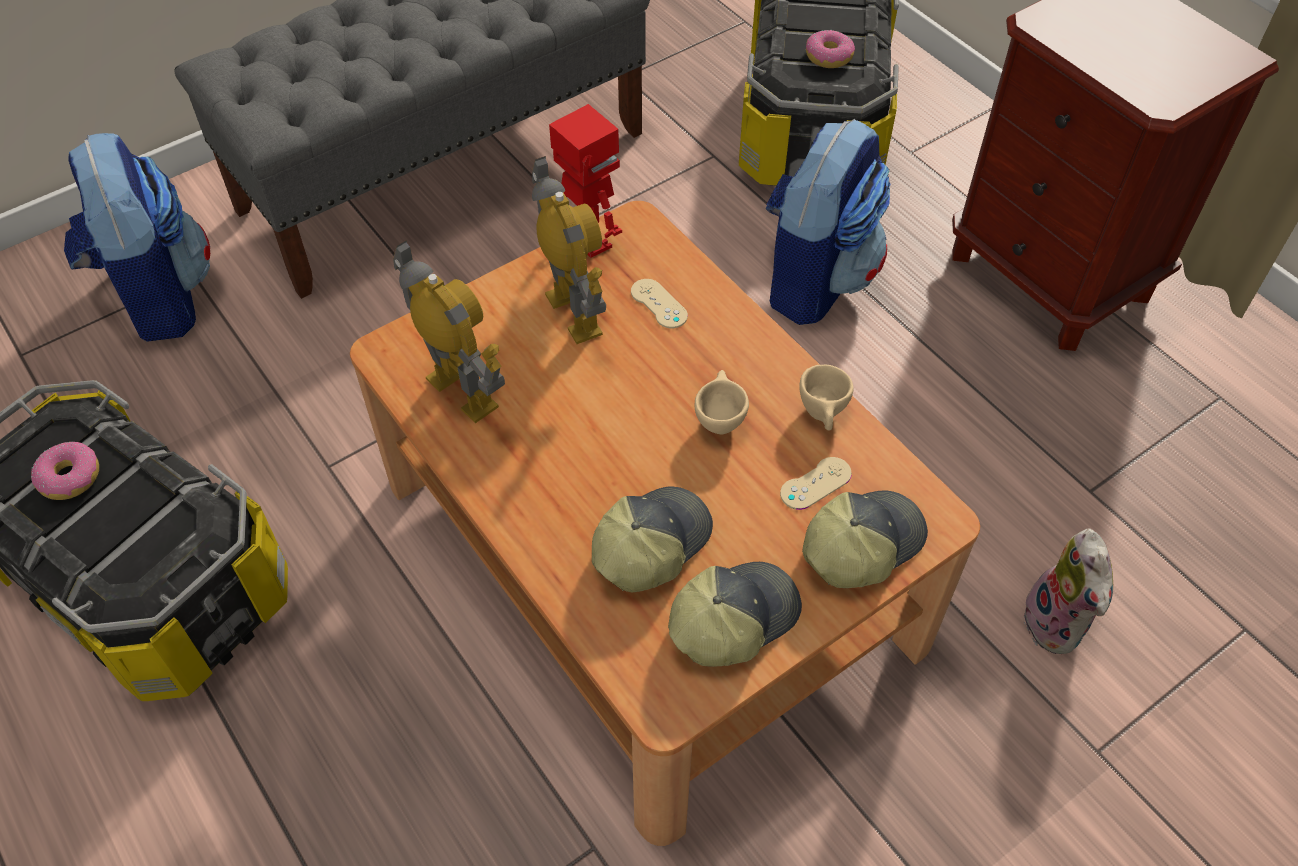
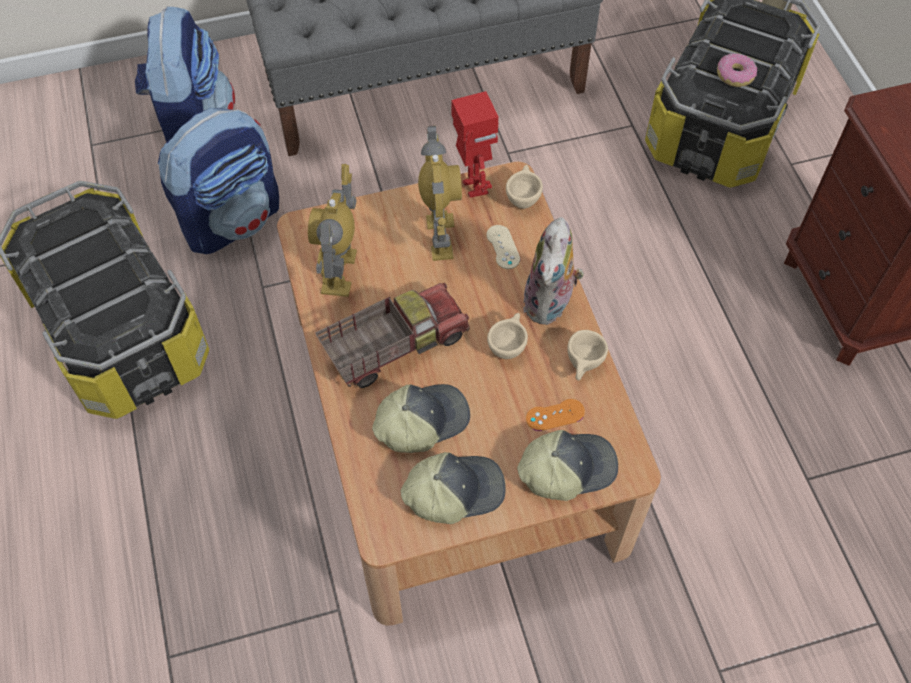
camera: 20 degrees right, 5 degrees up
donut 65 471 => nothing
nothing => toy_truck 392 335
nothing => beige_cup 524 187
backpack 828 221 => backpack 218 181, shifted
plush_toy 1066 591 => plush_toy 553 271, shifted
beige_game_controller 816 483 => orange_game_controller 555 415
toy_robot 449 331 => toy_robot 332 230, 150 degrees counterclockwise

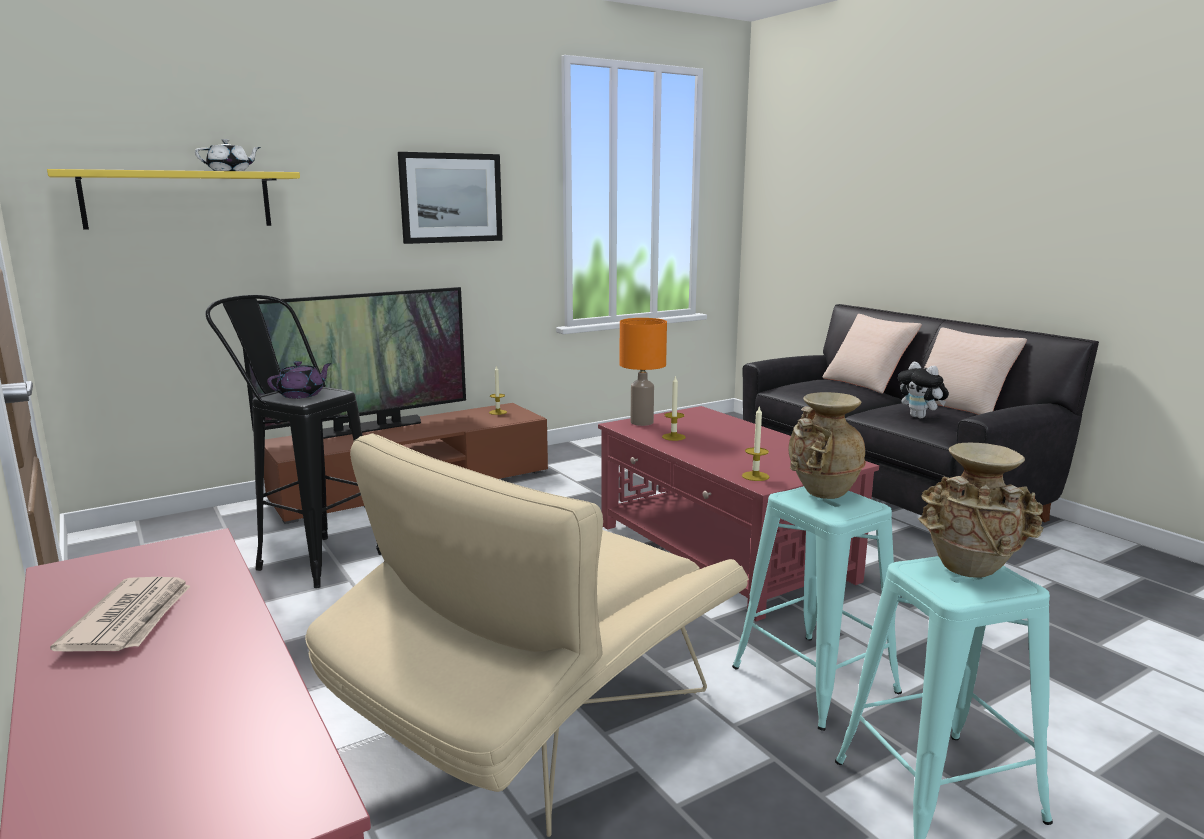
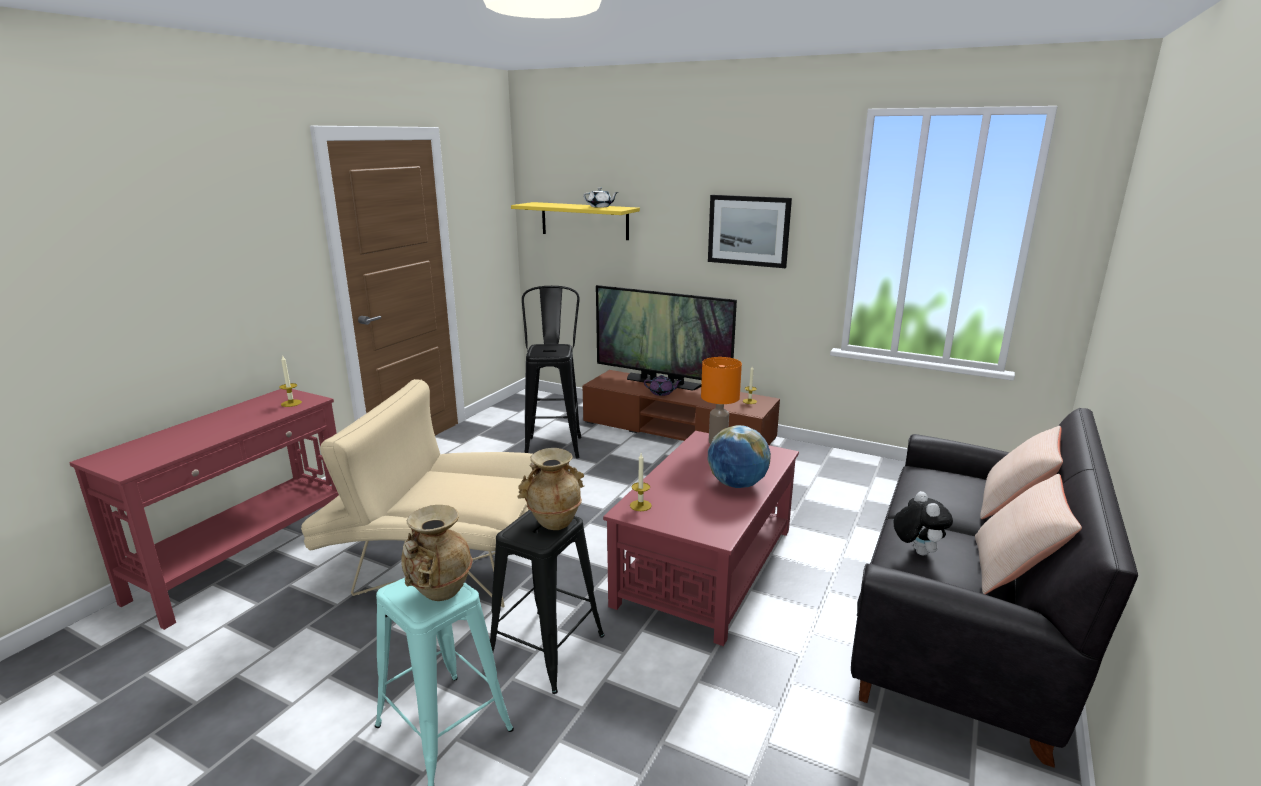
camera: 60 degrees right, 5 degrees up
newspaper 120 614 => nothing
nothing => globe 739 456
purple_teapot 299 379 => purple_teapot 663 385, shifted
candle 674 408 => candle 290 381, shifted
turquoise_stool 817 608 => black_stool 547 602
plush_toy 923 390 => plush_toy 923 523, 150 degrees clockwise

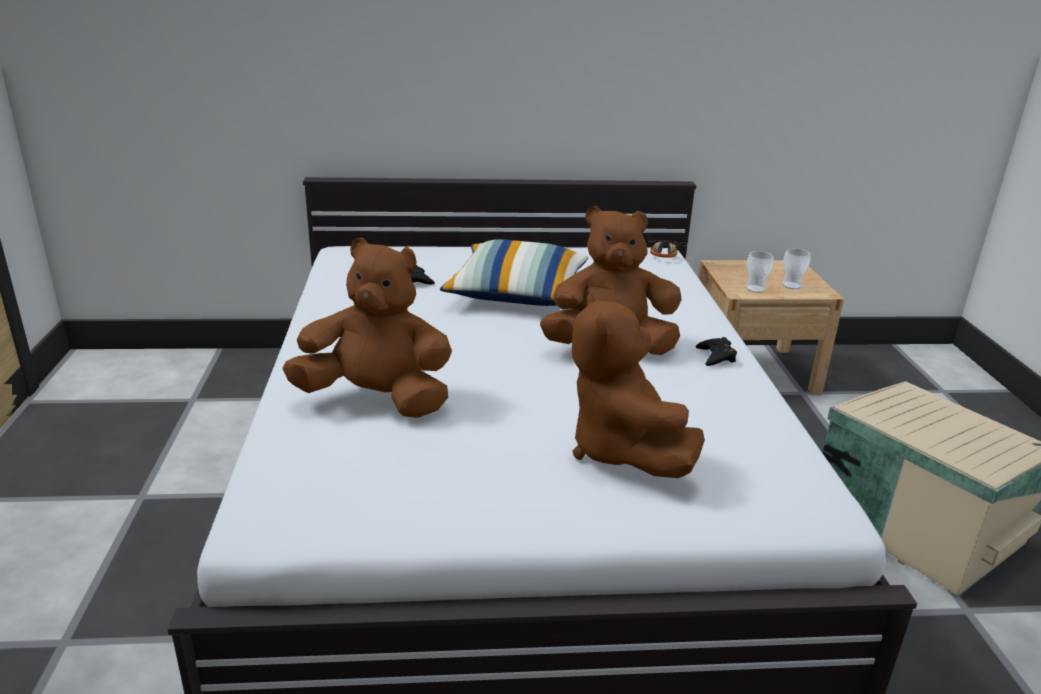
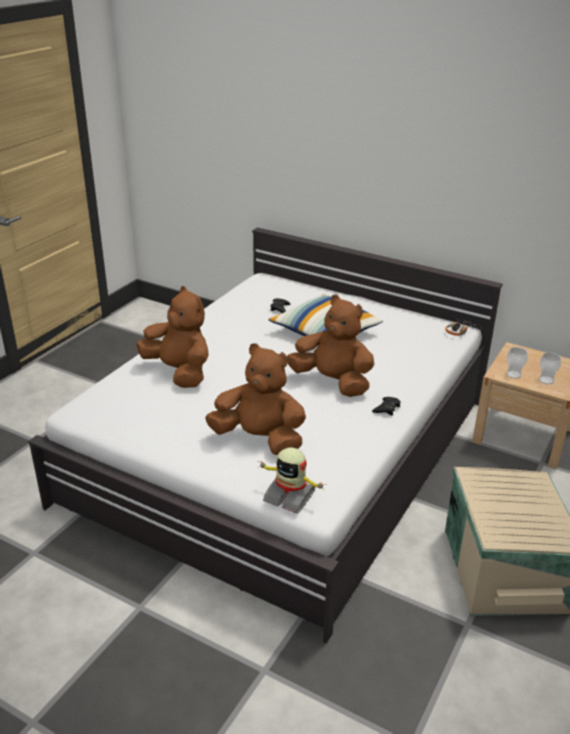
camera: 35 degrees right, 5 degrees up
nothing => toy_robot 291 480
brown_plush_toy 638 384 => brown_plush_toy 255 399, 90 degrees clockwise

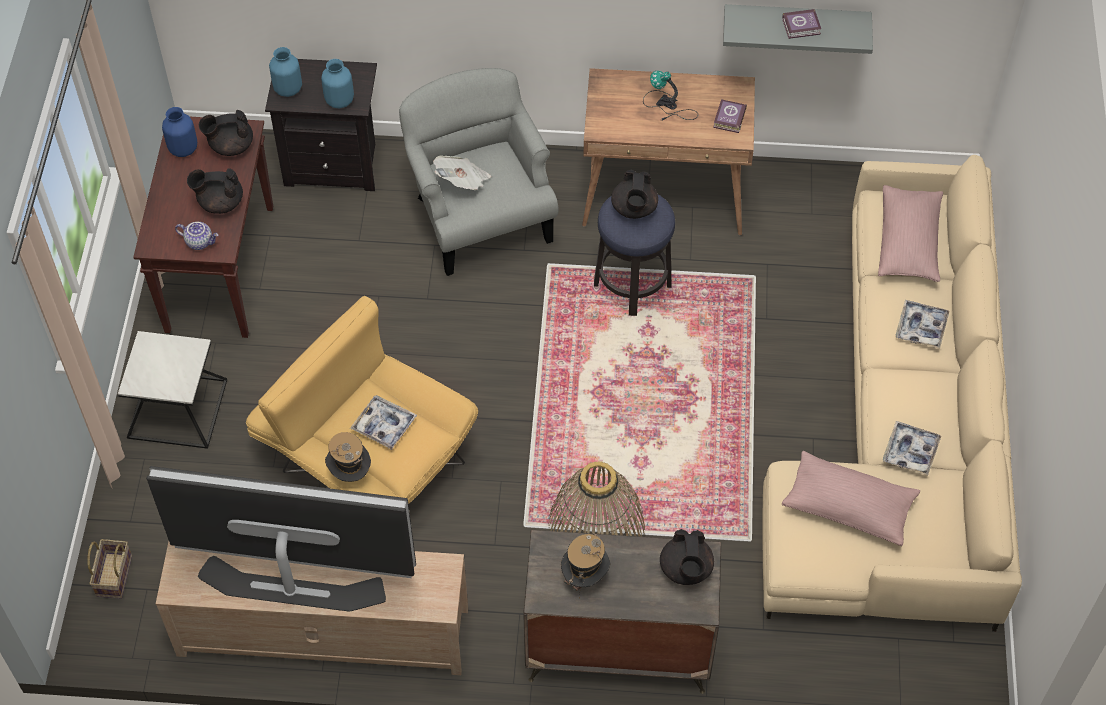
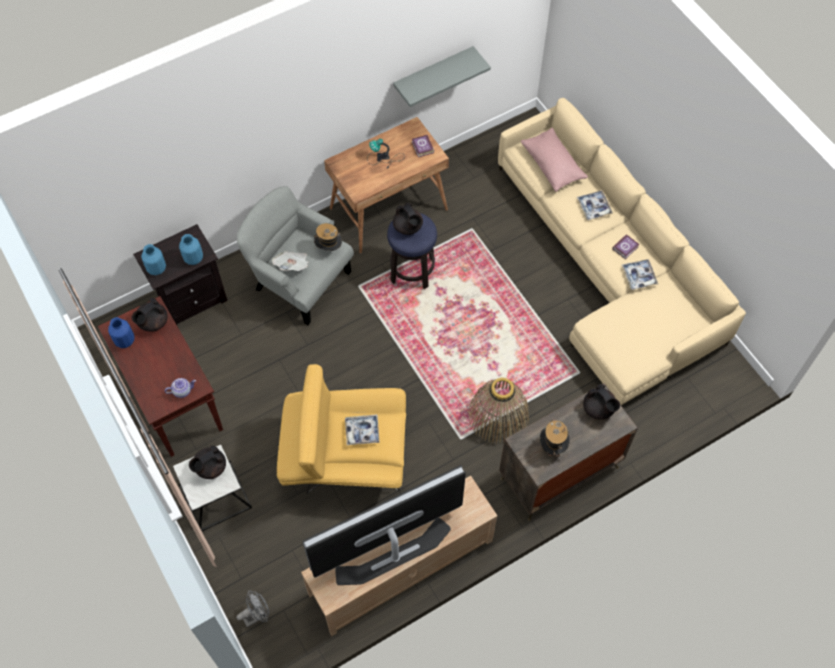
camera: 35 degrees left, 5 degrees up
pink_pillow 851 498 => nothing
black_teapot 215 191 => black_teapot 207 462, shifted
hat 348 457 => hat 328 237, shifted
book 801 24 => book 625 246, shifted
basket 109 569 => grey_fan 252 608

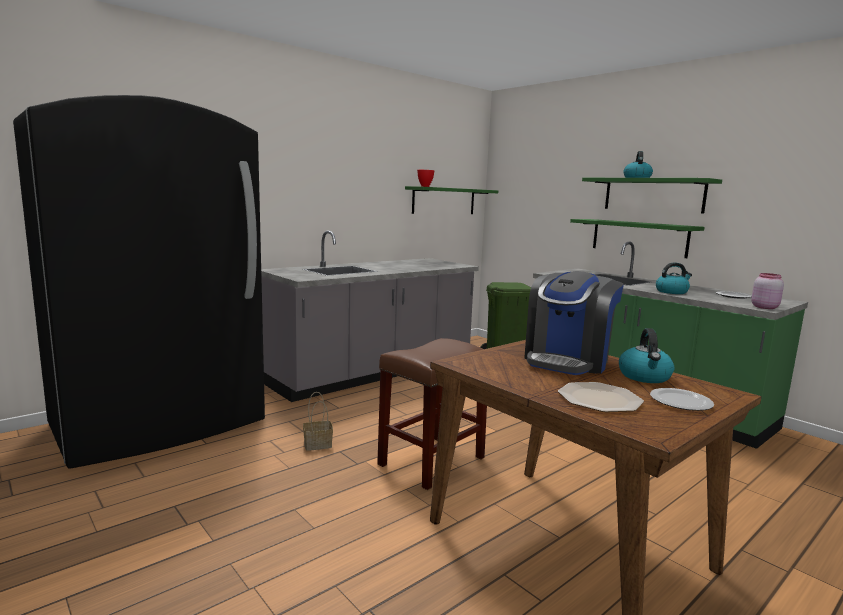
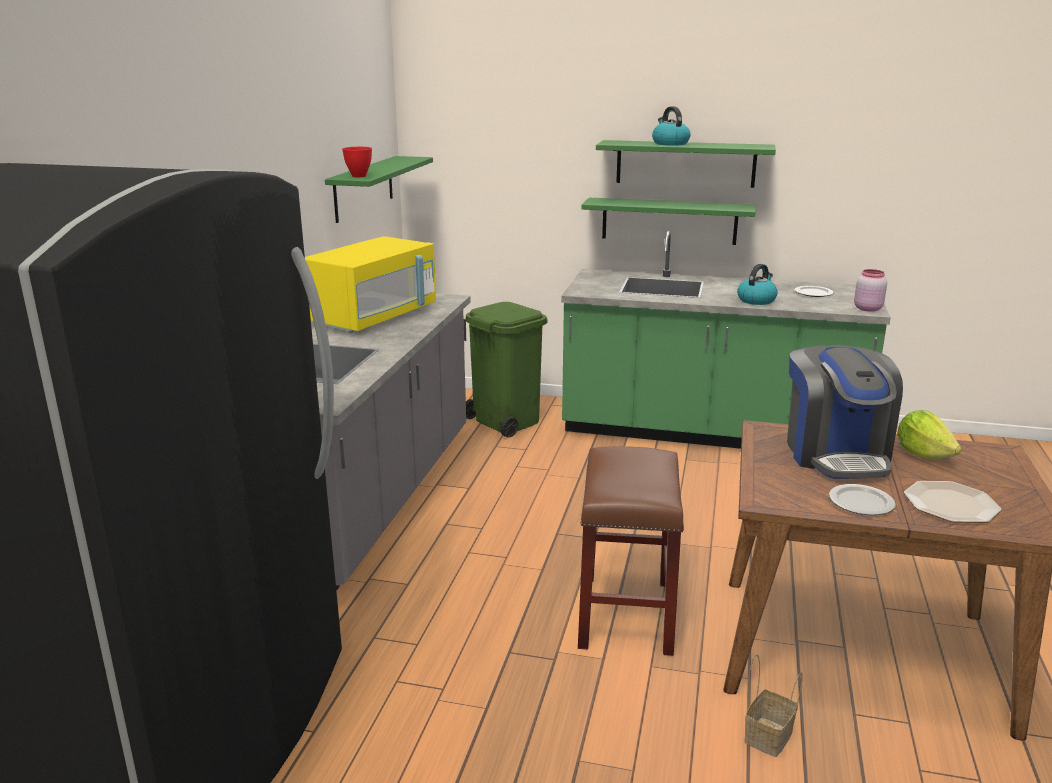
camera: 35 degrees left, 10 degrees up
nothing => yellow_microwave 370 284
basket 318 421 => basket 773 705, shifted
plate 682 399 => plate 862 499, shifted
kettle 646 355 => lettuce 929 434

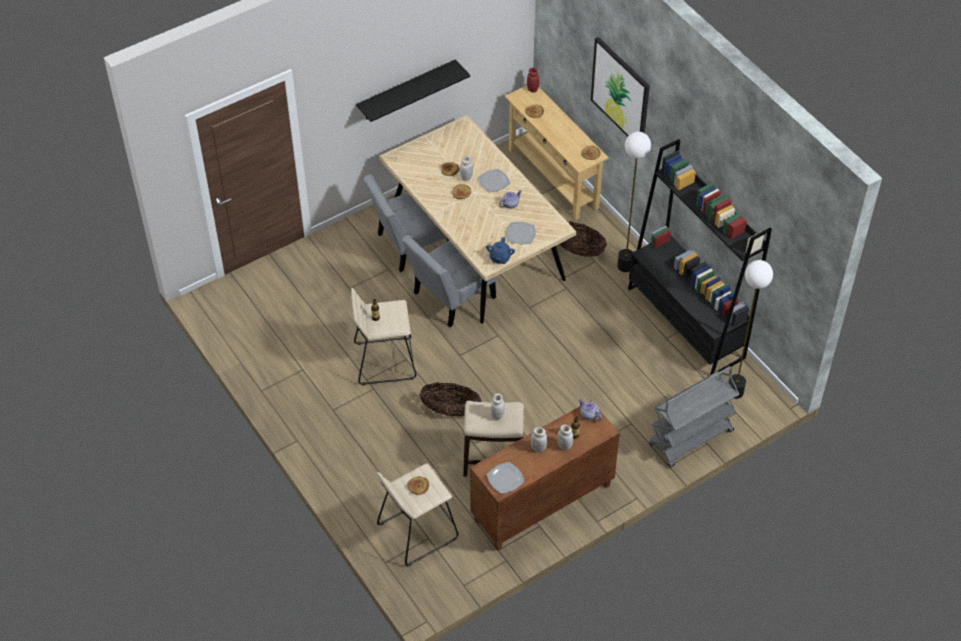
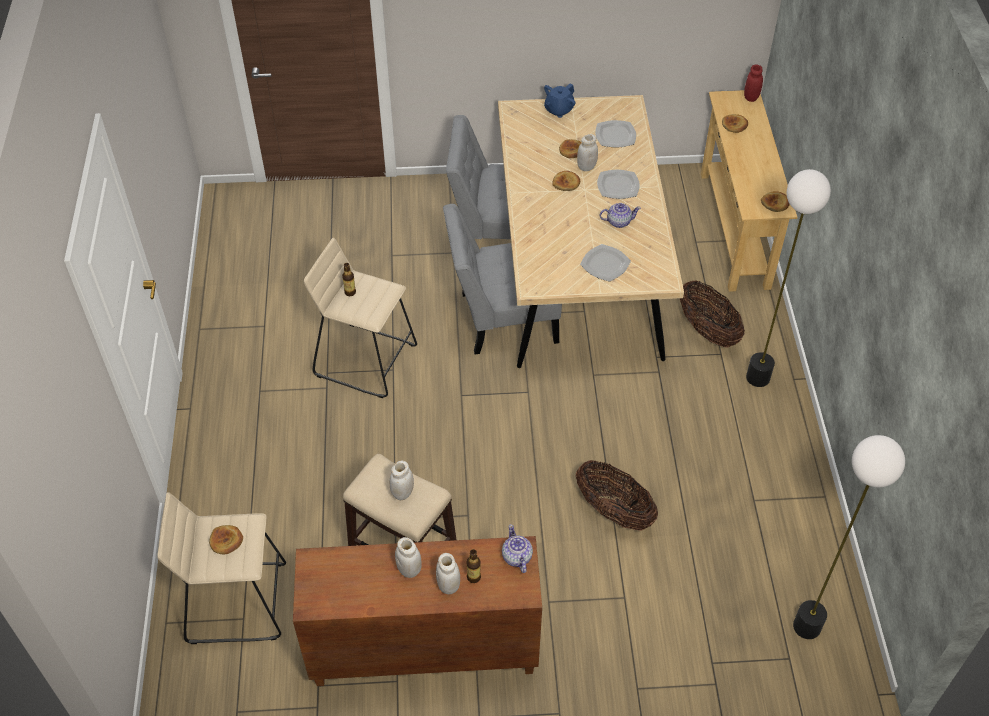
camera: 30 degrees right, 0 degrees up
black_shelf 413 90 => nothing
picture 620 87 => nothing
black_bookcase 700 257 => nothing
grey_cart 694 417 => nothing
basket 451 399 => basket 617 495, shifted
blue_teapot 500 250 => blue_teapot 560 100, shifted
plate 505 478 => plate 615 134, shifted

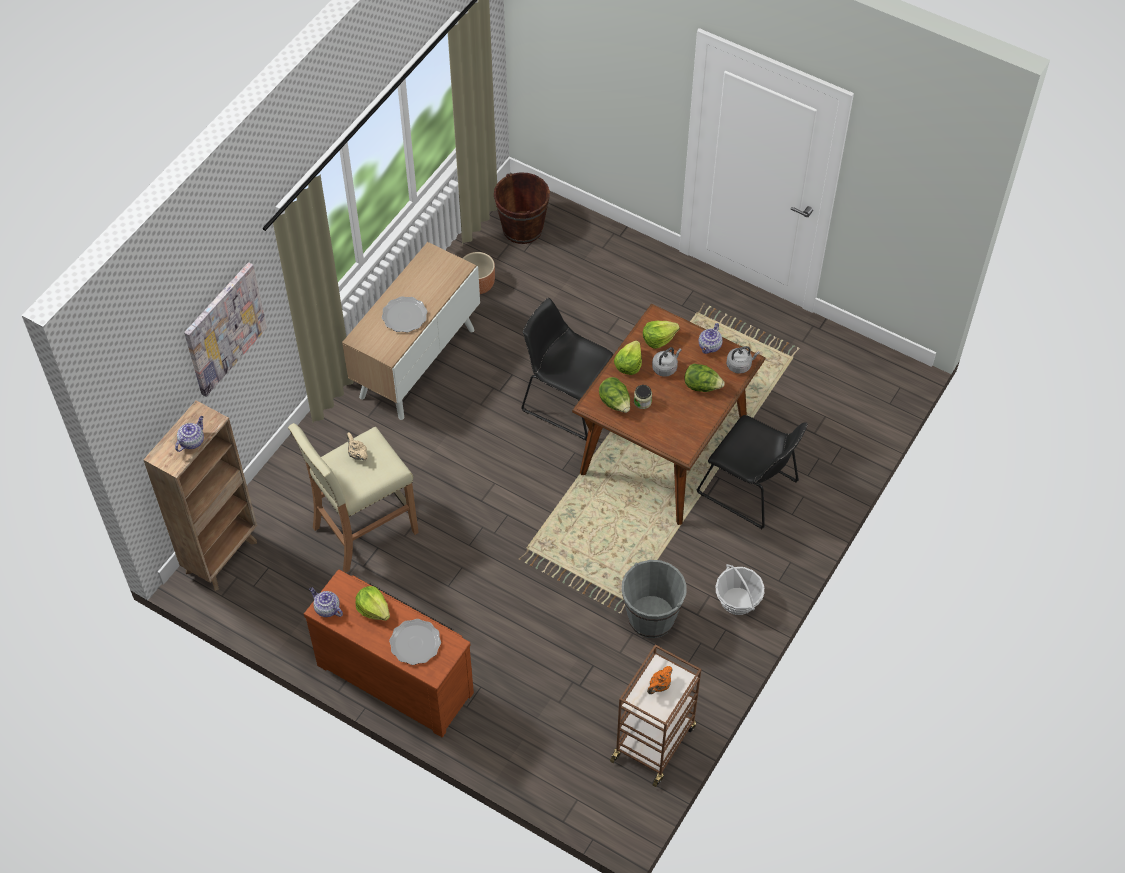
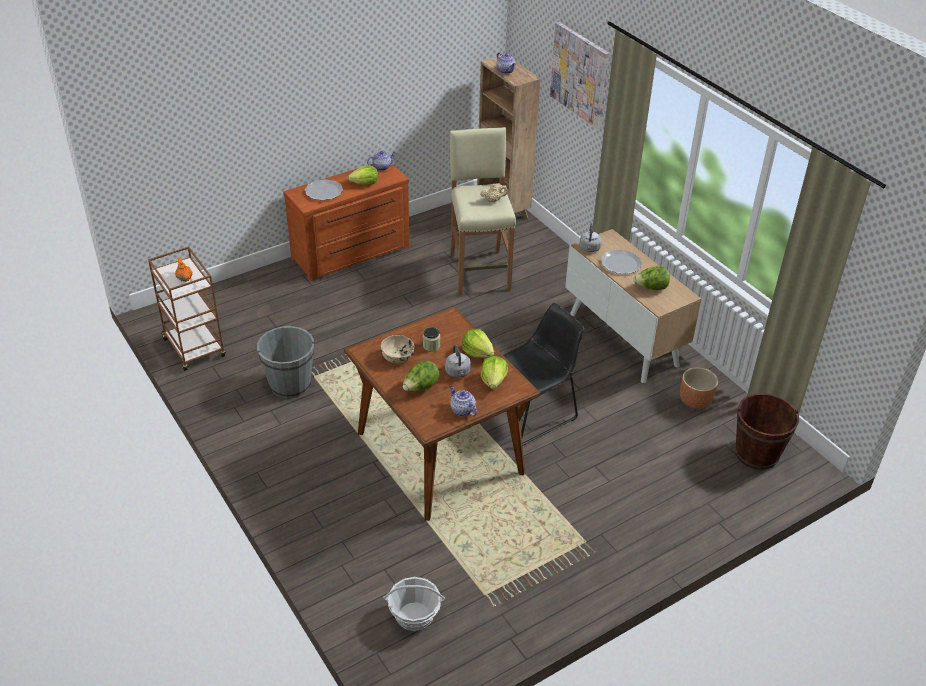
camera: 115 degrees right, 15 degrees down
black_chair 752 472 => nothing
nothing => beige_bowl 397 349
lettuce 614 395 => lettuce 651 278, shifted
basket 740 589 => basket 414 604, shifted
grey_kettle 743 360 => grey_kettle 590 237, shifted

